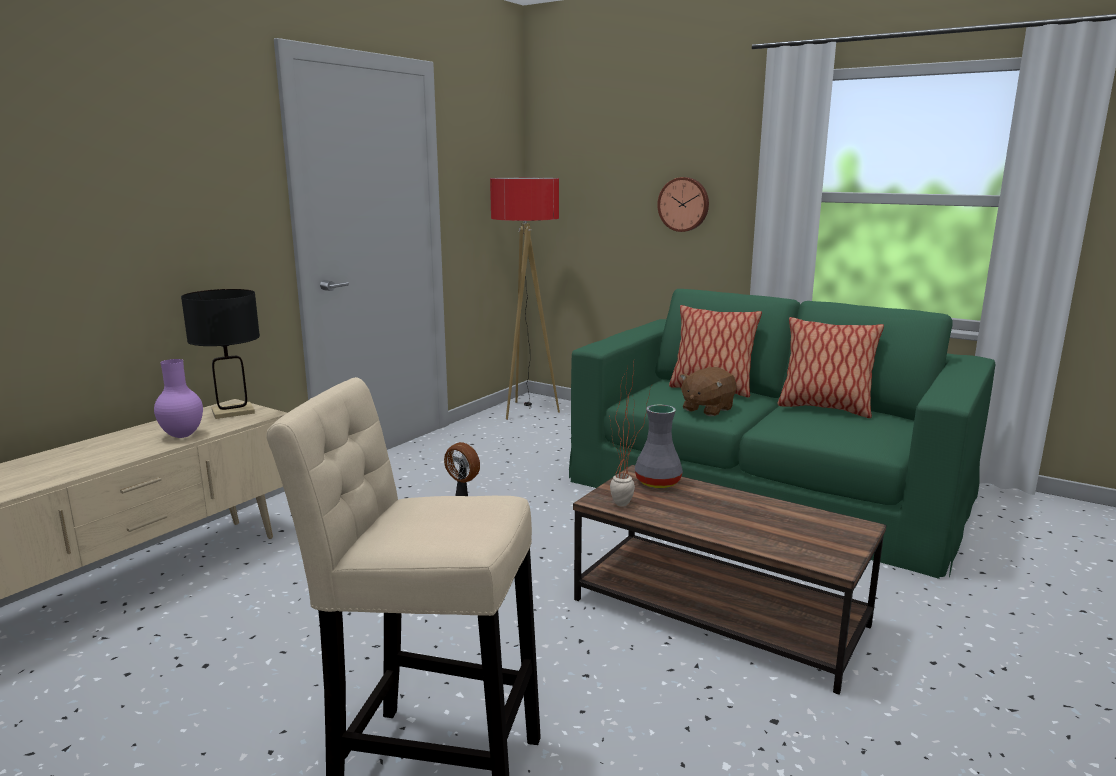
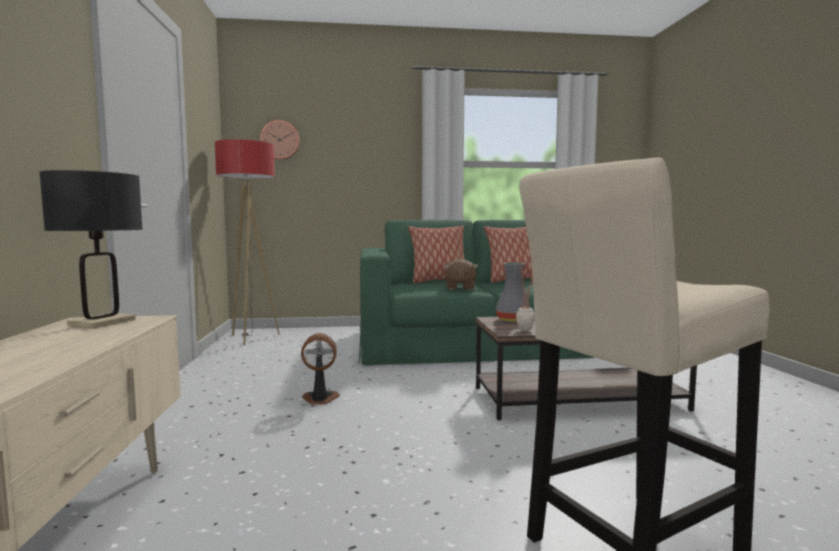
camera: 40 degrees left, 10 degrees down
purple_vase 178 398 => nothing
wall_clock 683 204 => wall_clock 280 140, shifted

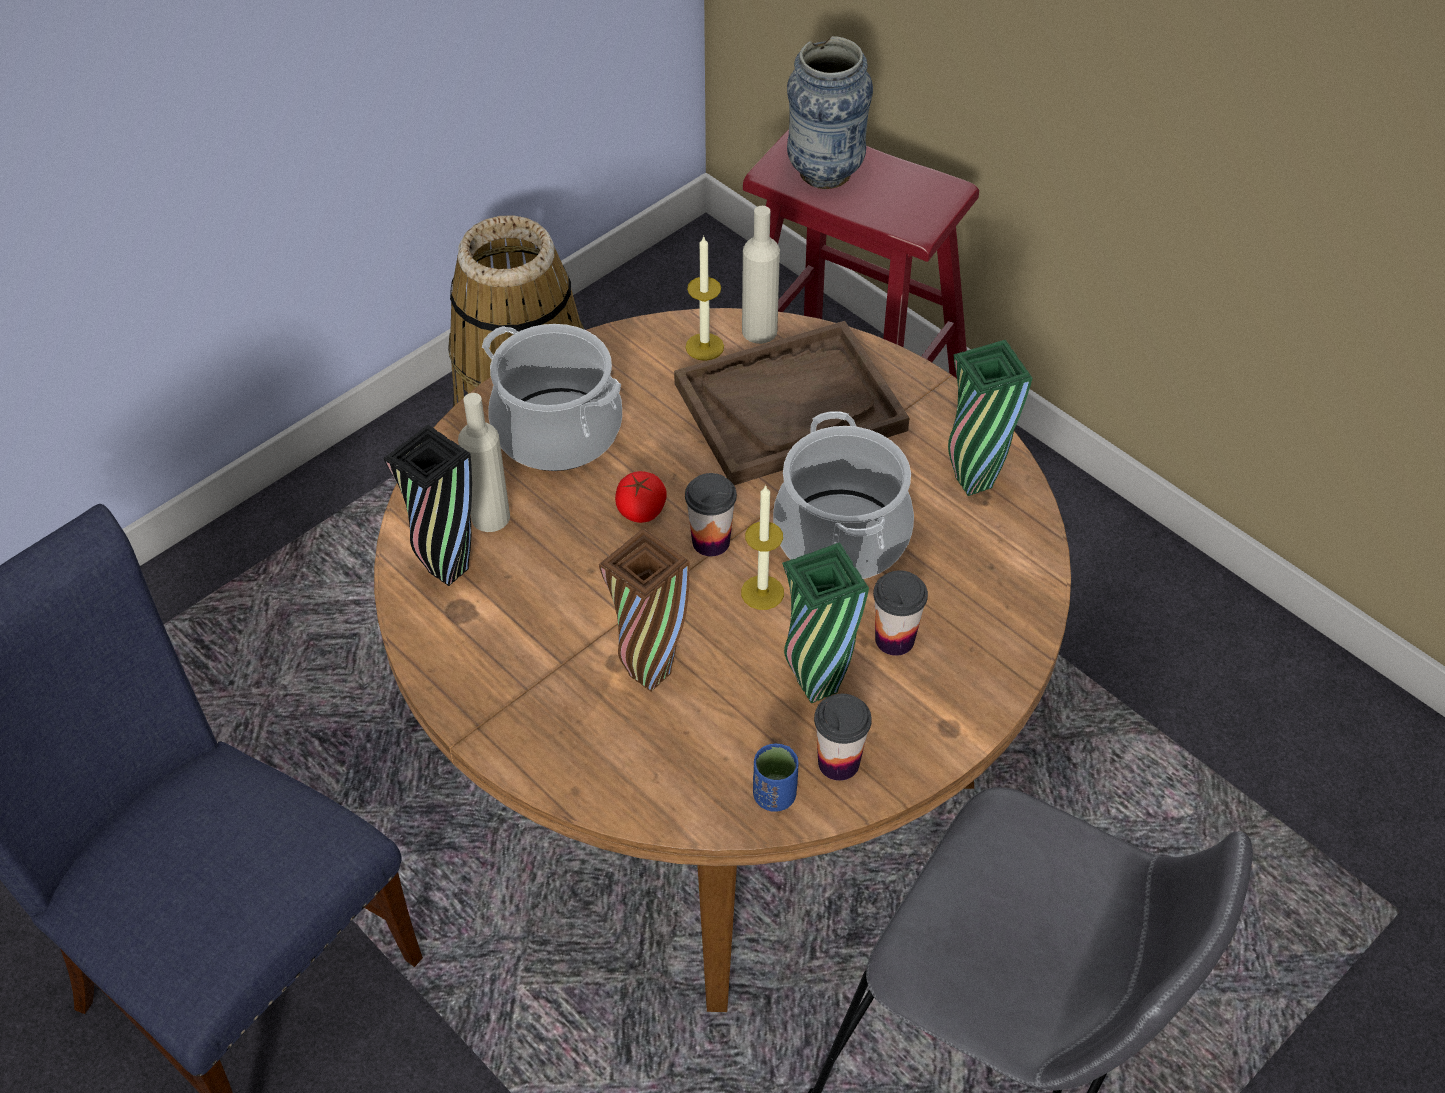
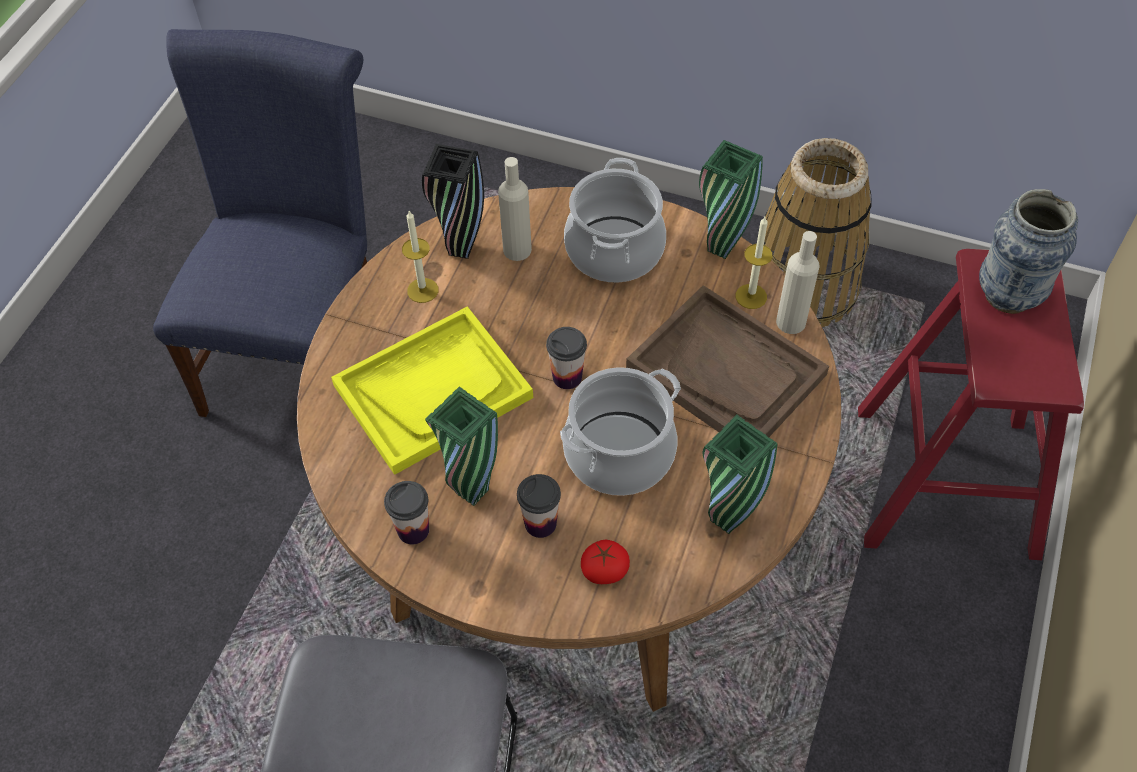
camera: 65 degrees right, 5 degrees up
blue_cup 776 777 => nothing
nothing => green_vase 731 199
tomato 641 497 => tomato 605 562, shifted
candle 762 547 => candle 420 257, shifted
brown_vase 644 610 => yellow_tray 432 390

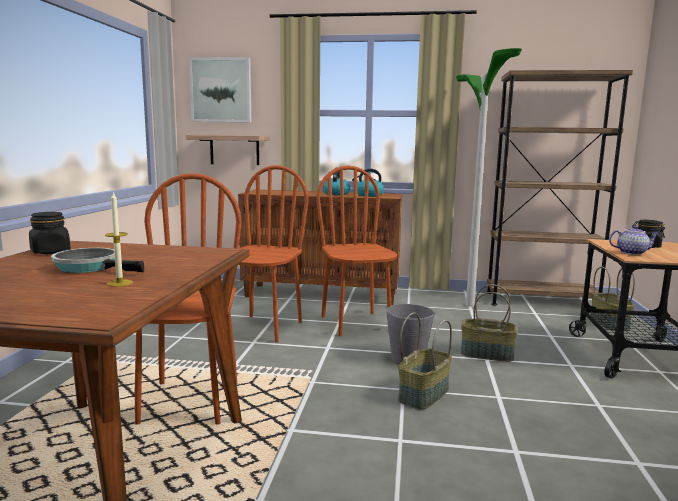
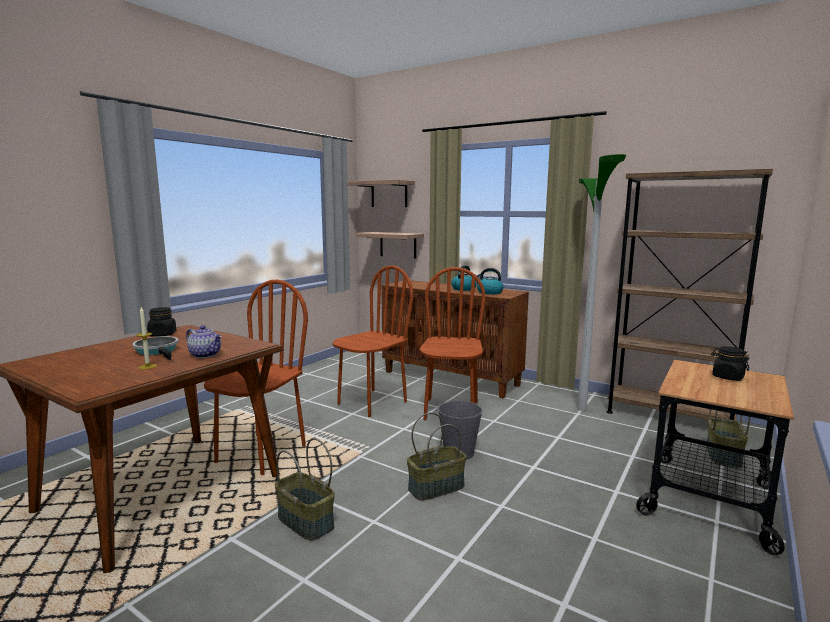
camera: 25 degrees right, 0 degrees up
basket 489 323 => basket 305 489, shifted
teapot 634 240 => teapot 204 341, shifted
picture 220 89 => shelf 381 193

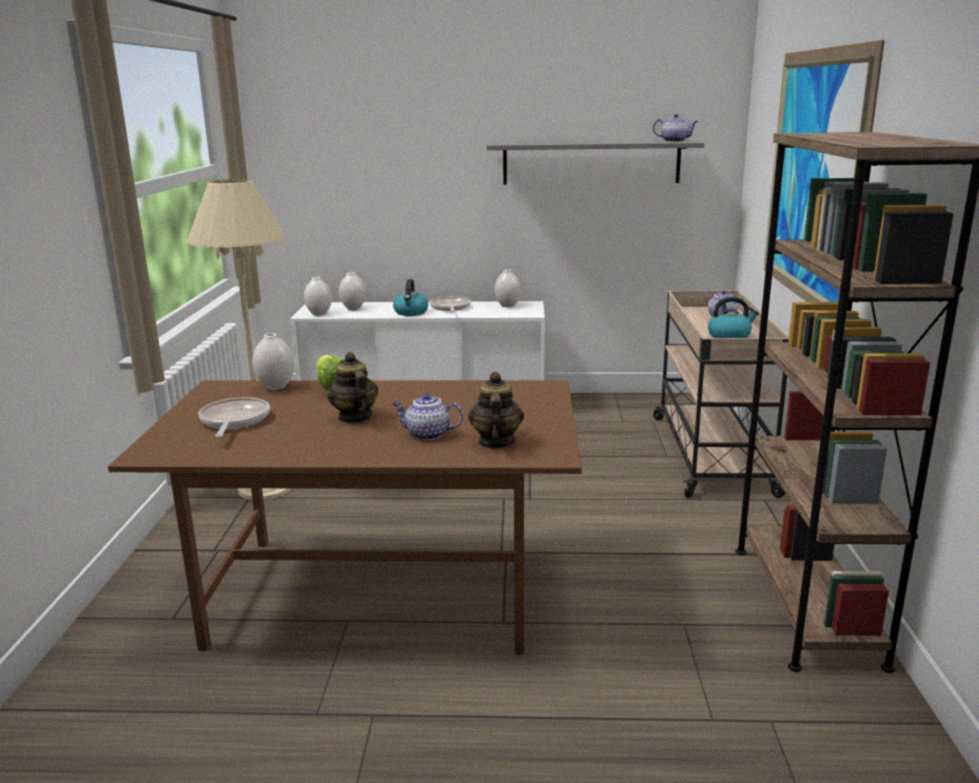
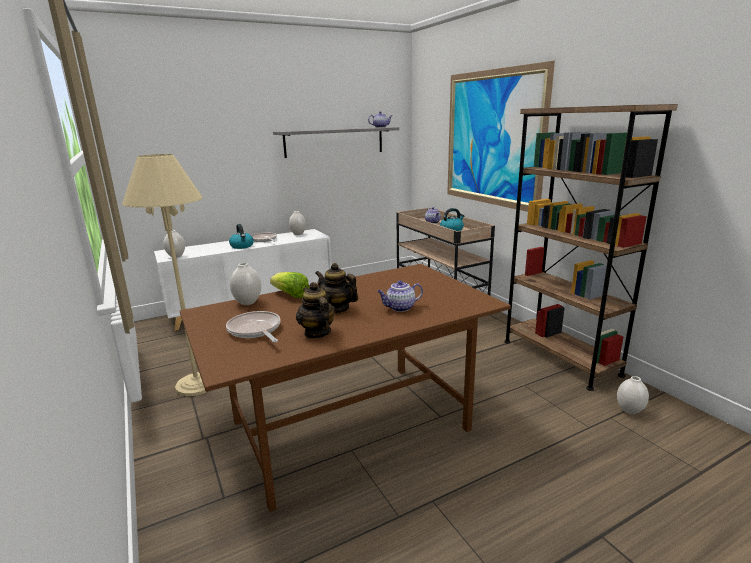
camera: 30 degrees left, 0 degrees up
white_vase 352 291 => white_vase 633 395, shifted
teapot 496 410 => teapot 315 310, shifted

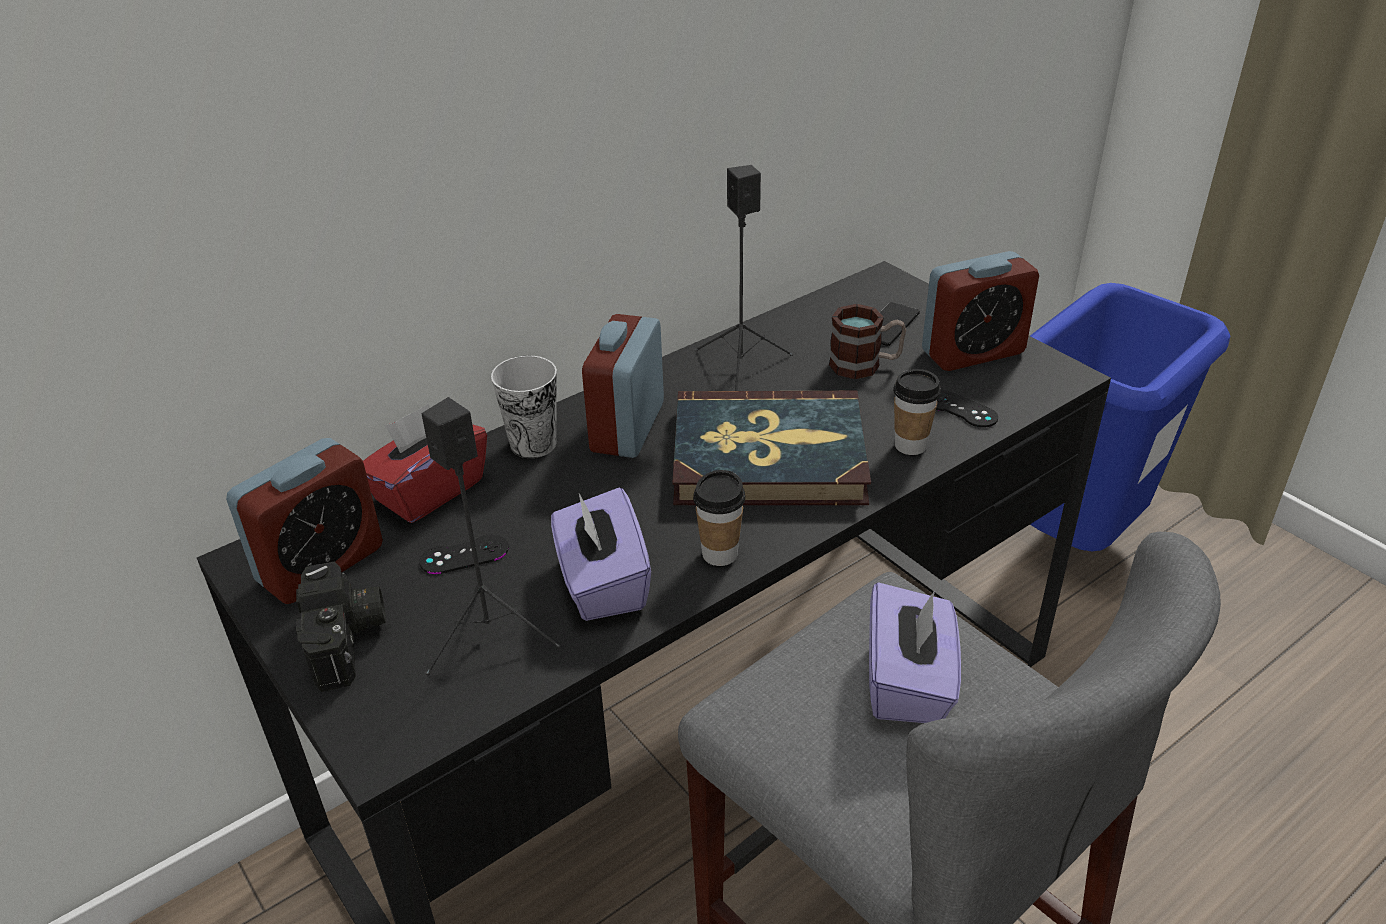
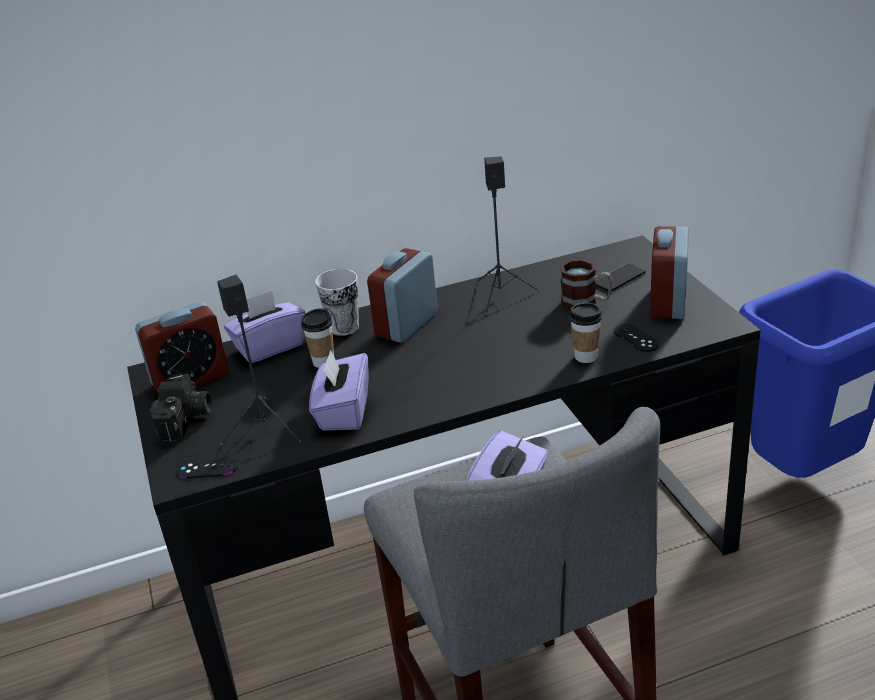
camera: 20 degrees right, 5 degrees down
book 771 448 => nothing
black_game_controller 464 554 => black_game_controller 207 468, shifted
cup 719 518 => cup 317 338, shifted
red_tissue_box 425 463 => purple_tissue_box 265 327
alarm_clock 980 311 => alarm_clock 669 272, 105 degrees clockwise

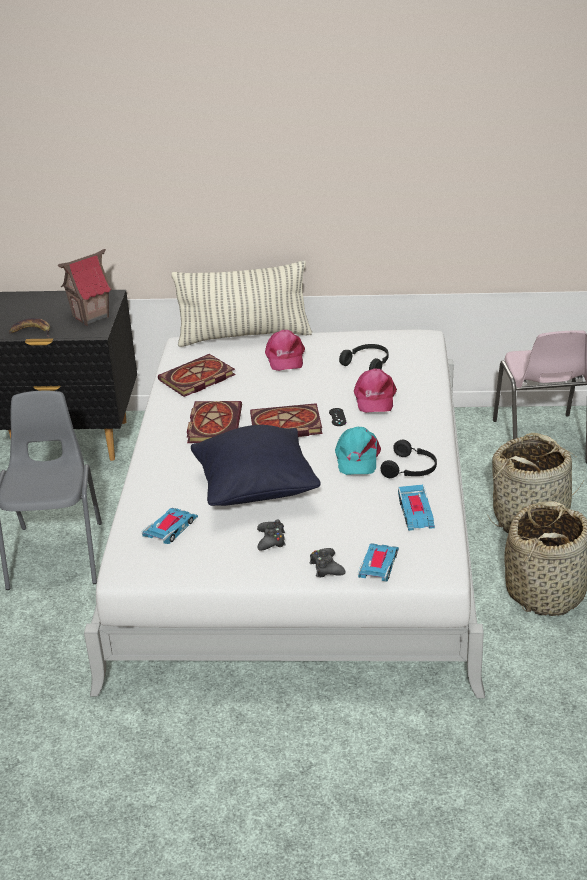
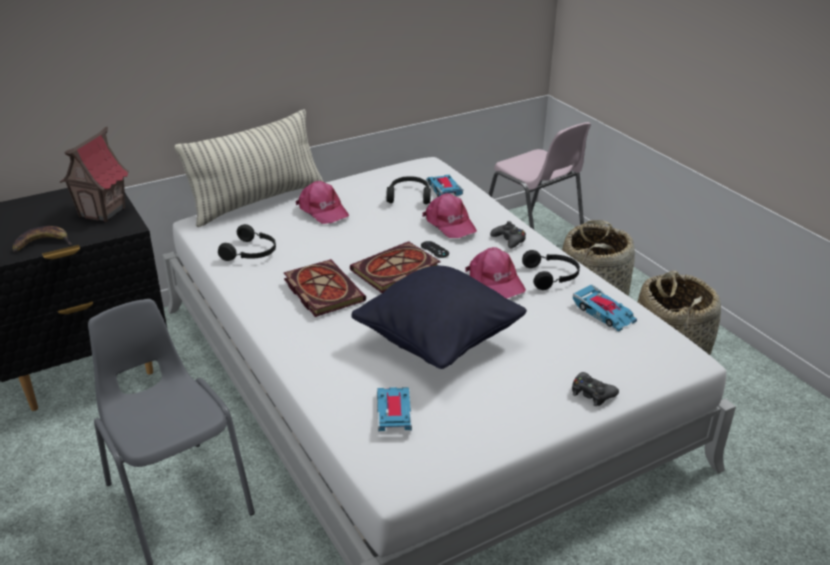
camera: 35 degrees left, 0 degrees up
black_game_controller 271 535 => black_game_controller 508 235, shifted
toy_car 378 562 => toy_car 444 186, shifted
book 196 375 => black_headphones 247 242
turquoise_cap 358 451 => pink_cap 495 273

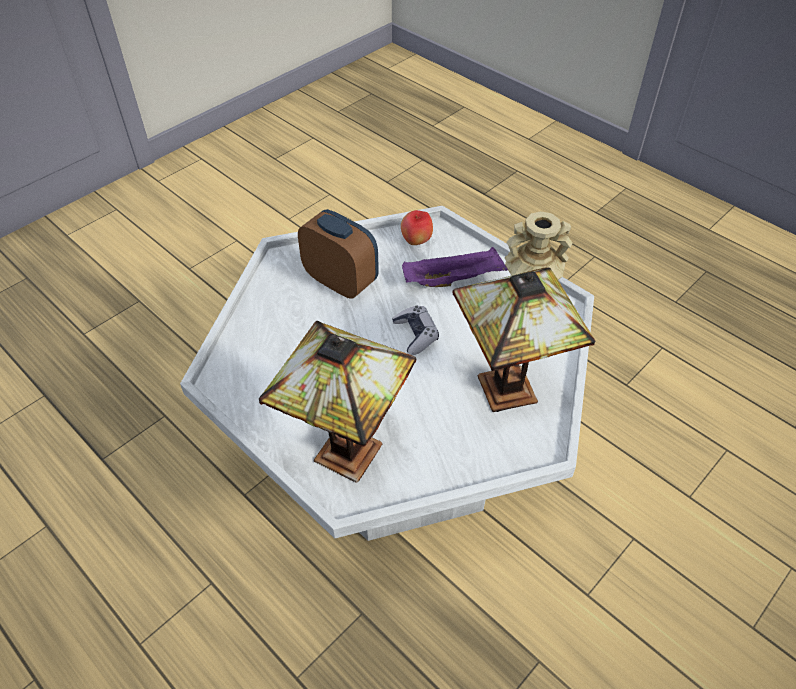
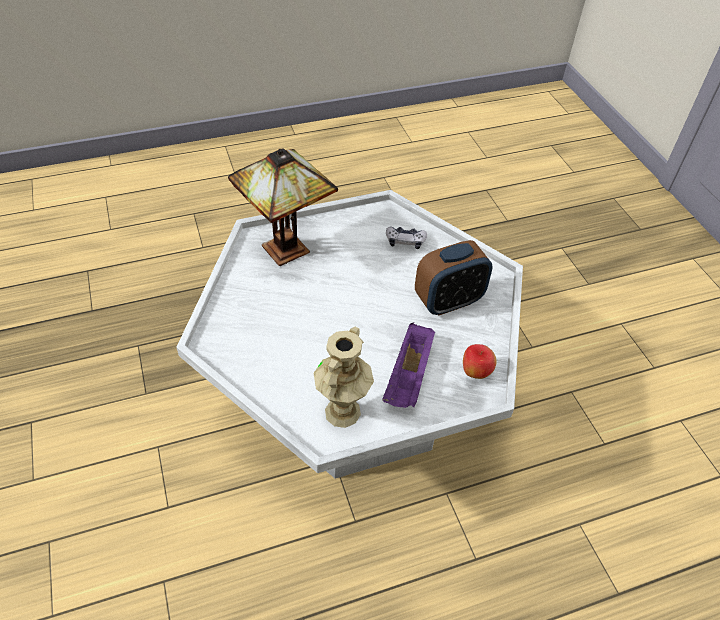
camera: 115 degrees right, 0 degrees up
table_lamp 524 340 => nothing
game_controller 415 330 => game_controller 406 237, shifted

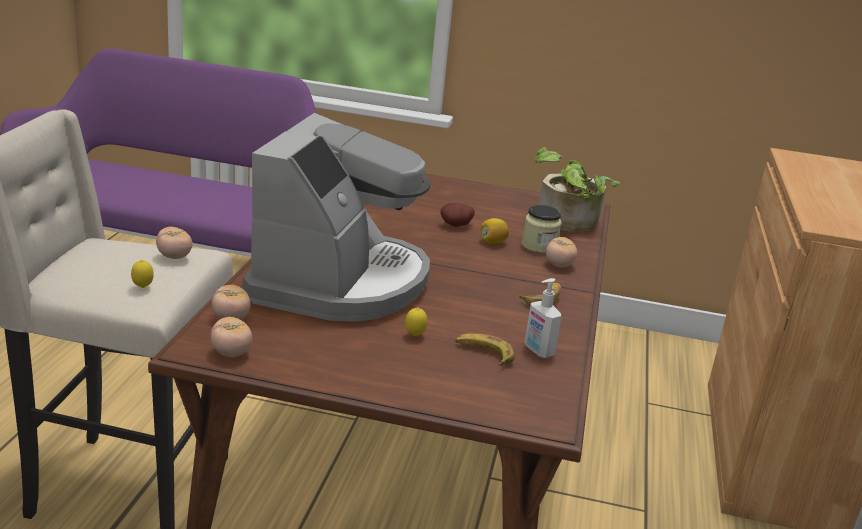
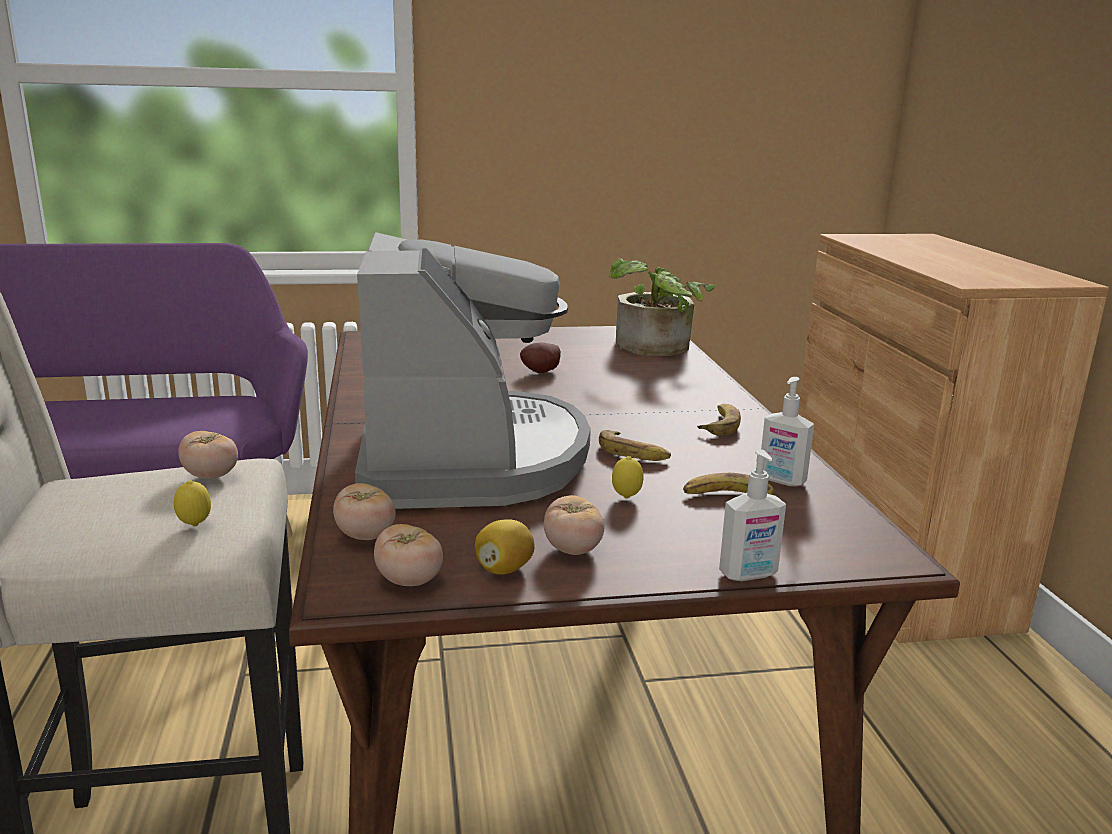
camera: 20 degrees left, 5 degrees down
jar 542 229 => nothing
nothing => banana 635 445
nothing => soap_dispenser 752 515
lemon 495 231 => lemon 505 547, shifted
tomato 561 252 => tomato 574 525, shifted

